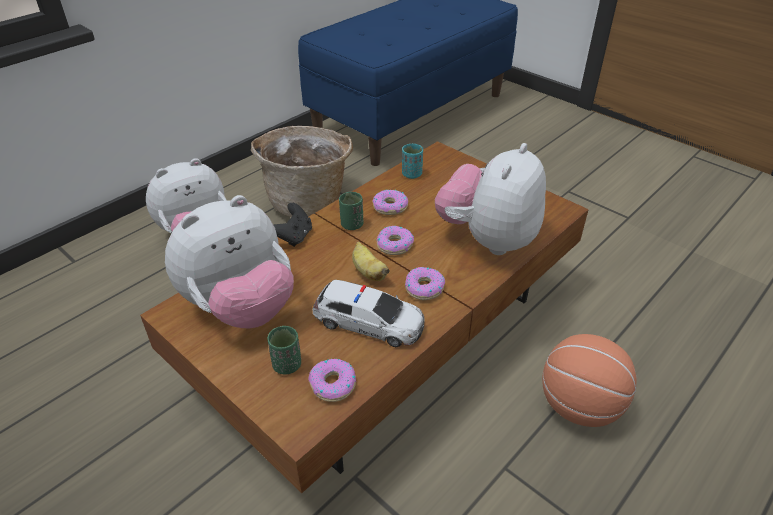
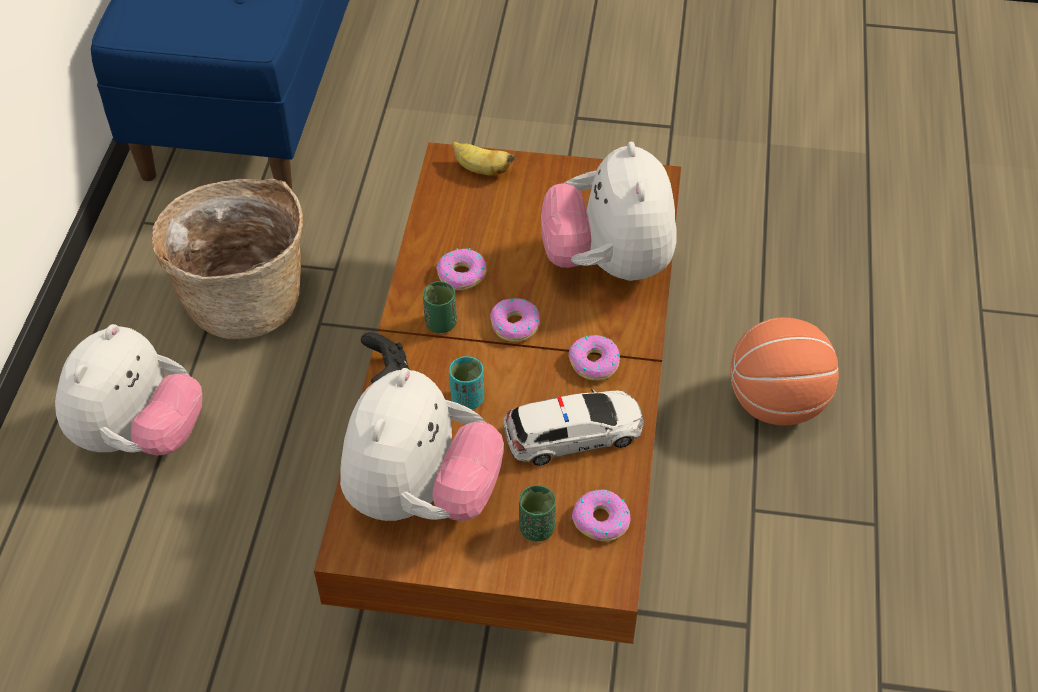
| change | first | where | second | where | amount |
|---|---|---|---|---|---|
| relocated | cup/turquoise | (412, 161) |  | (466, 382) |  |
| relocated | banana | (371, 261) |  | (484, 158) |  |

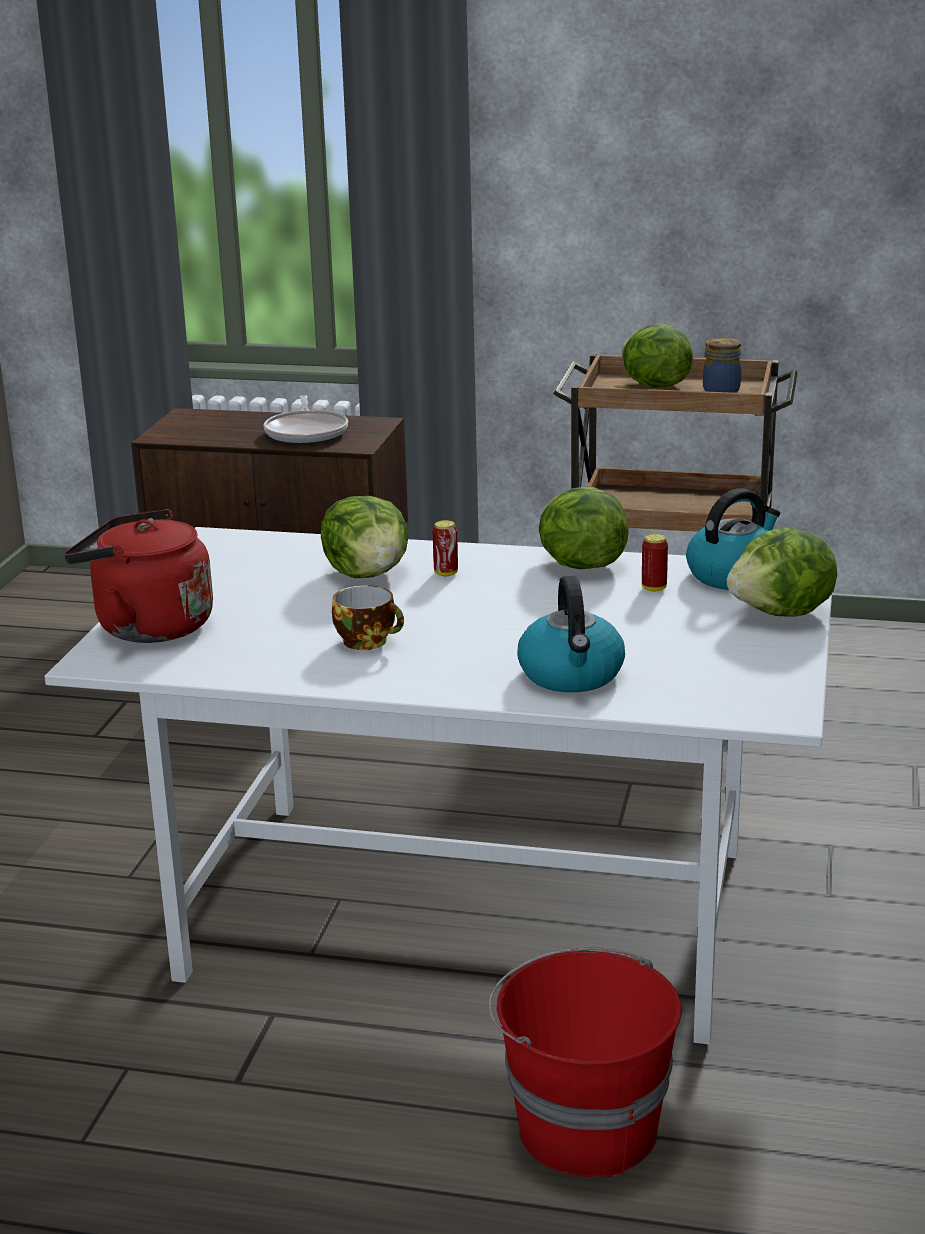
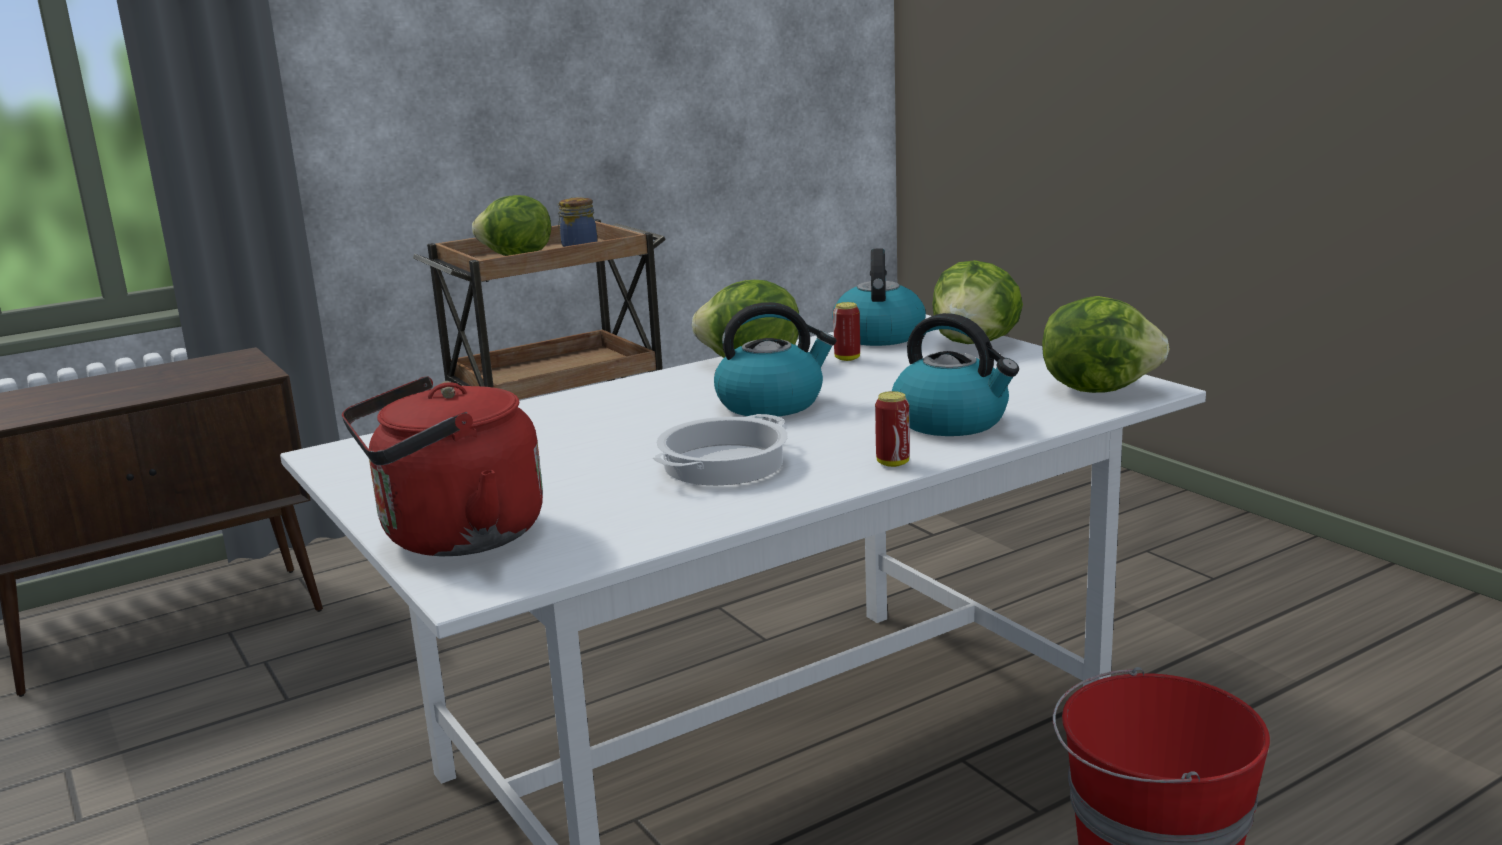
| change | first | where | second | where | amount |
|---|---|---|---|---|---|
| exchanged | cup | (368, 617) | cooking pot | (720, 449) |  |
| appeared |  |  | kettle | (775, 359) |  |
| relocated | can | (445, 548) |  | (892, 429) |  |
| relocated | lettuce | (365, 537) |  | (1106, 344) |  |
| missing | frying pan | (306, 419) |  |  |  |

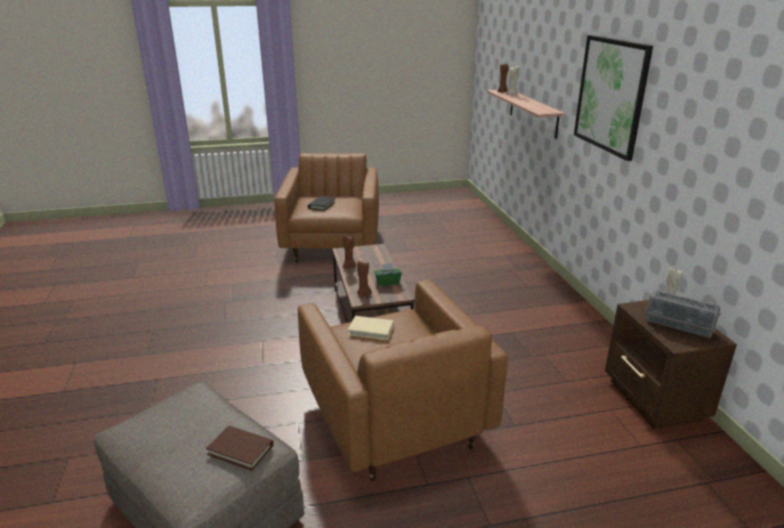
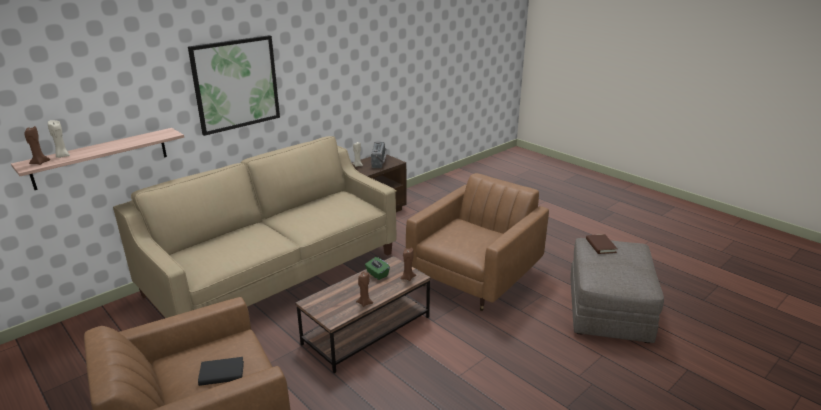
| change | first | where | second | where | amount |
|---|---|---|---|---|---|
| appeared |  |  | sofa/beige | (255, 227) |  |
| missing | book/beige | (371, 328) |  |  |  |

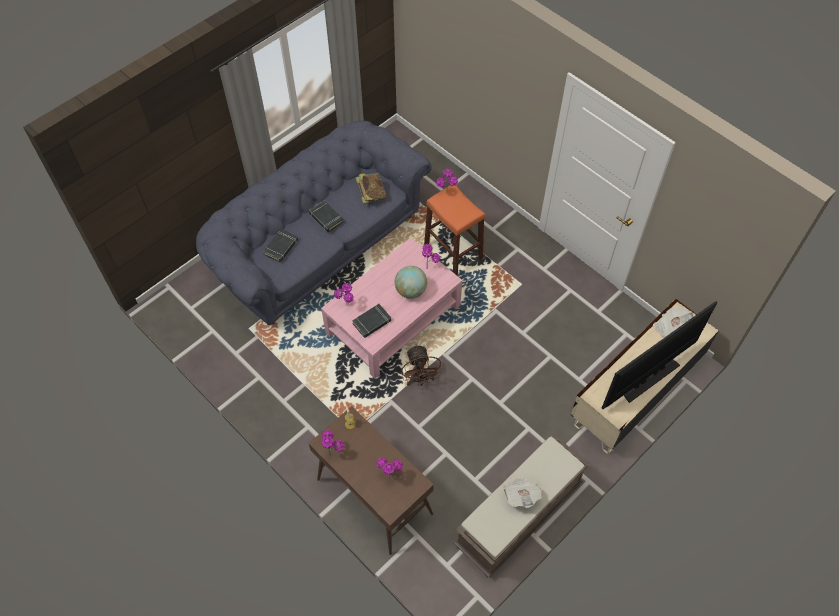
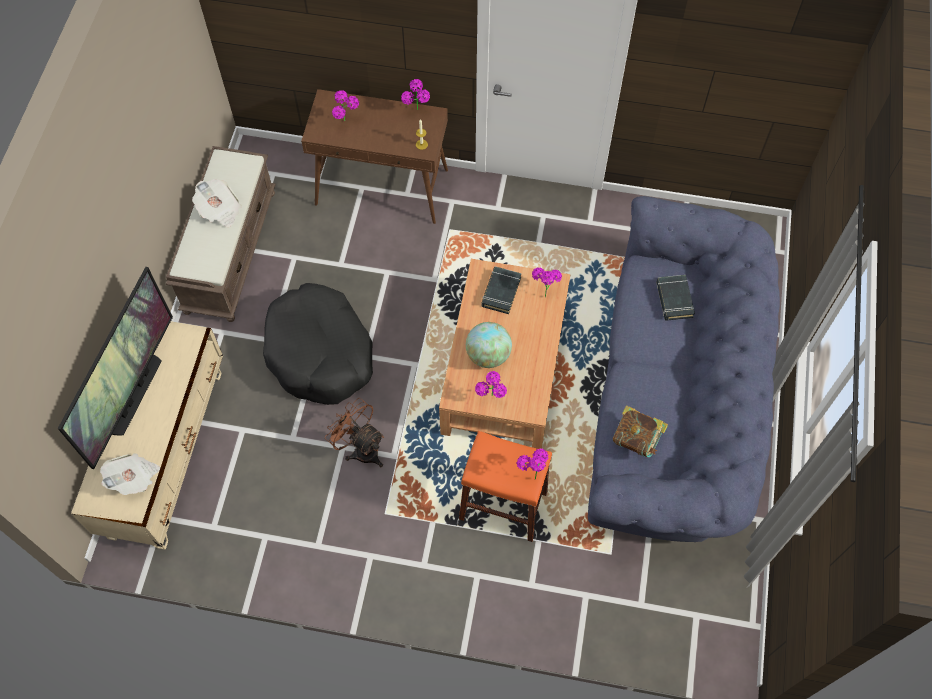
| change | first | where | second | where | amount |
|---|---|---|---|---|---|
| appeared |  |  | dog bed/black | (318, 344) |  |
| relocated | fan/brown | (422, 365) |  | (354, 432) |  |
| colour | coffee table/pink | (391, 308) | coffee table/brown | (505, 354) |  |
| missing | book/black | (326, 216) |  |  |  |

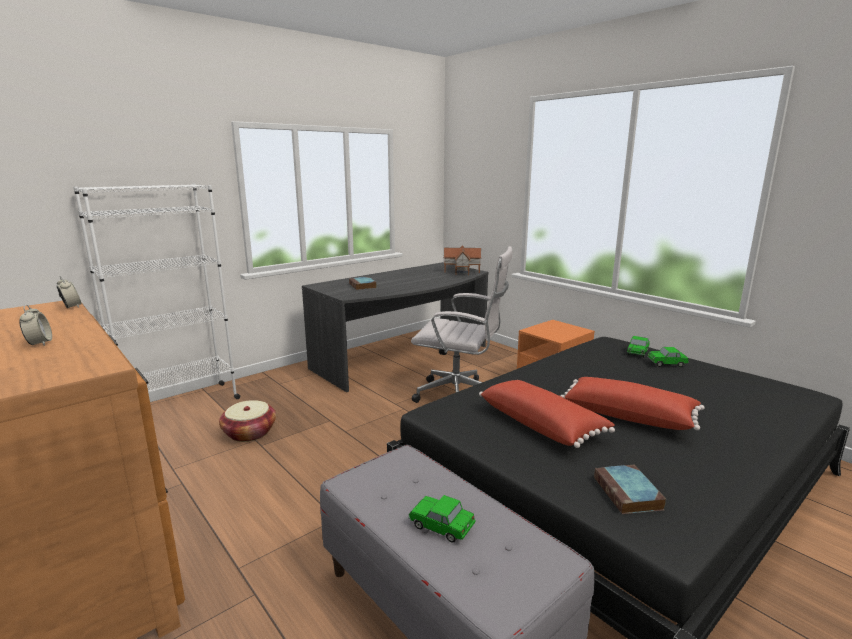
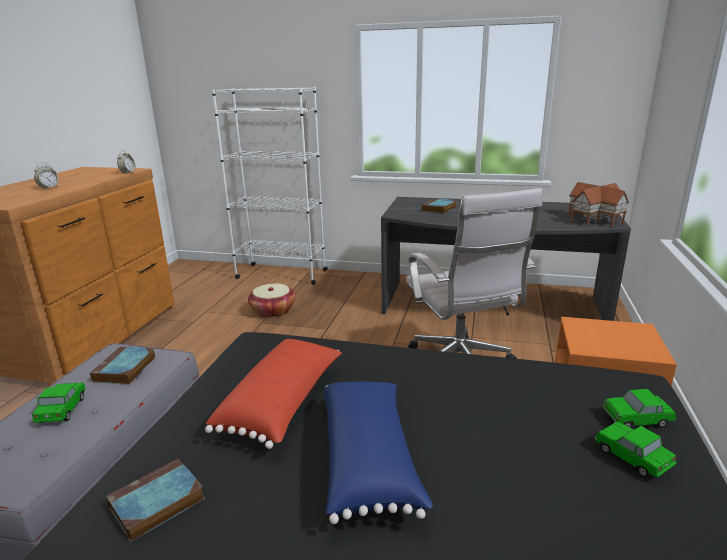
| change | first | where | second | where | amount |
|---|---|---|---|---|---|
| appeared |  |  | book | (123, 365) |  |
| colour | pillow/red | (632, 403) | pillow/blue | (378, 453) |  |

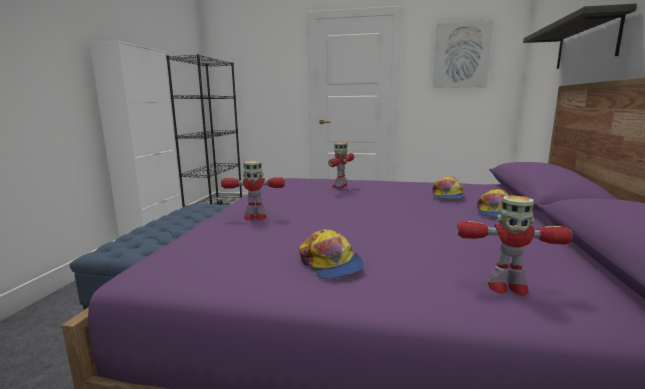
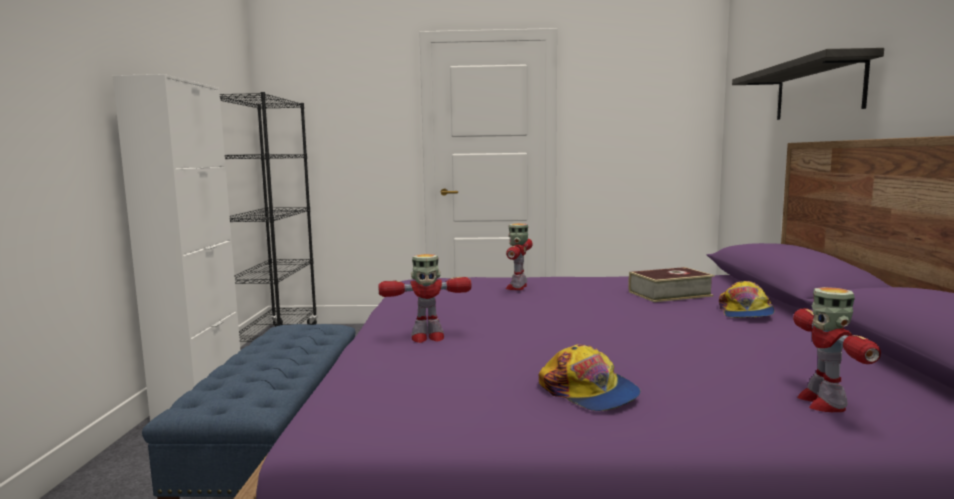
| change | first | where | second | where | amount |
|---|---|---|---|---|---|
| exchanged | cap | (448, 187) | book | (671, 284) |  |
| spun | toy robot | (515, 245) |  | (837, 349) | 90 degrees clockwise |
| missing | picture | (463, 54) |  |  |  |

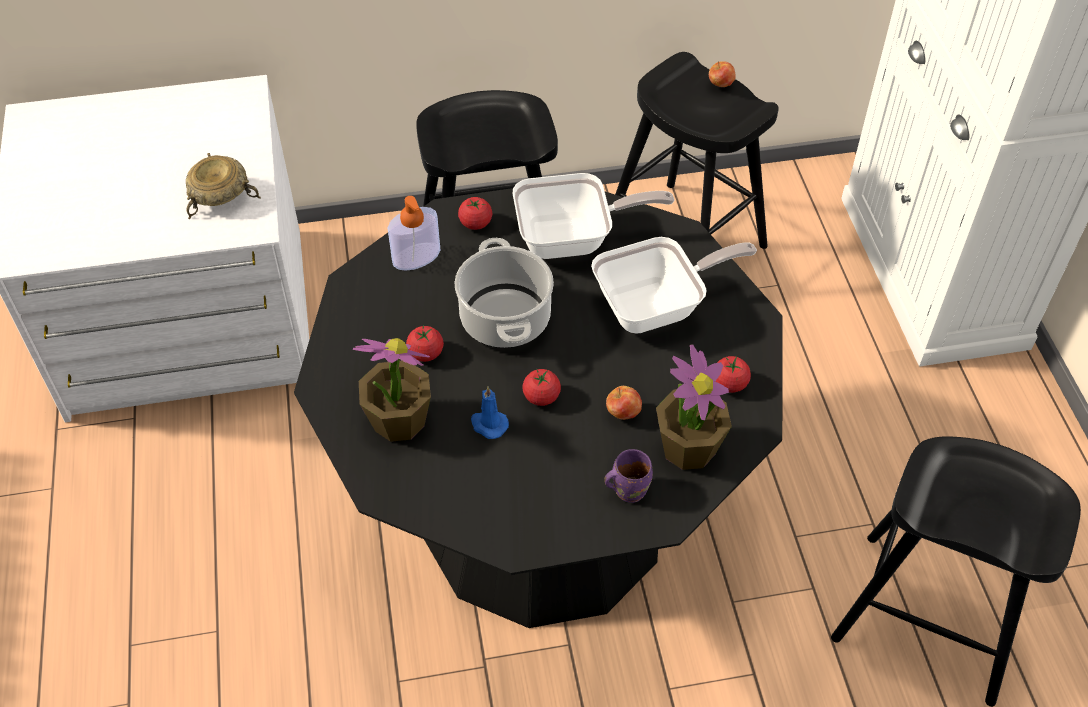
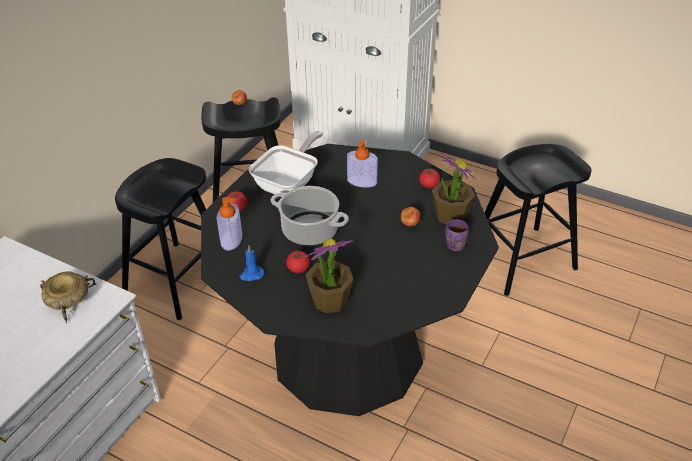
| change | first | where | second | where | amount |
|---|---|---|---|---|---|
| relocated | candle/blue | (490, 412) |  | (251, 263) |  |
| exchanged | frying pan | (674, 285) | soap dispenser | (362, 164) |  |
| missing | tomato | (542, 387) |  |  |  |

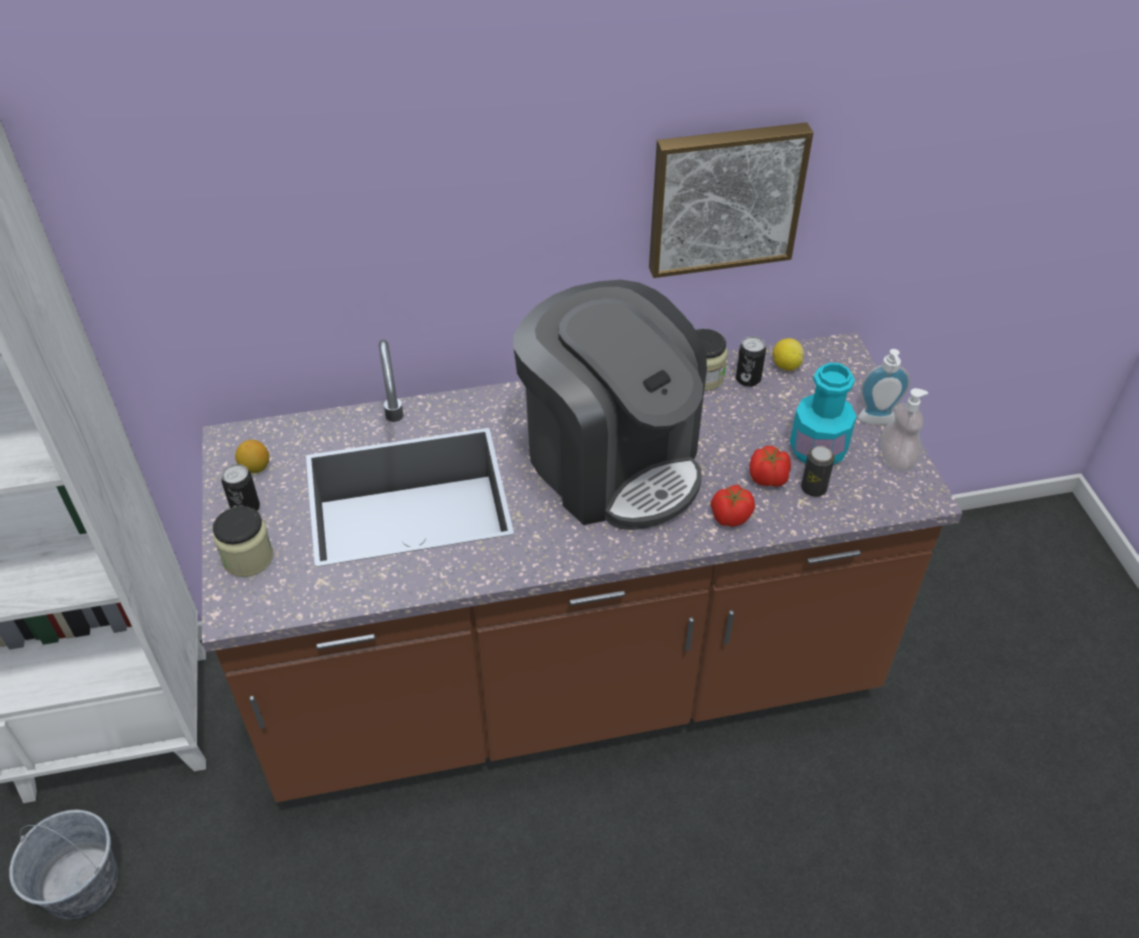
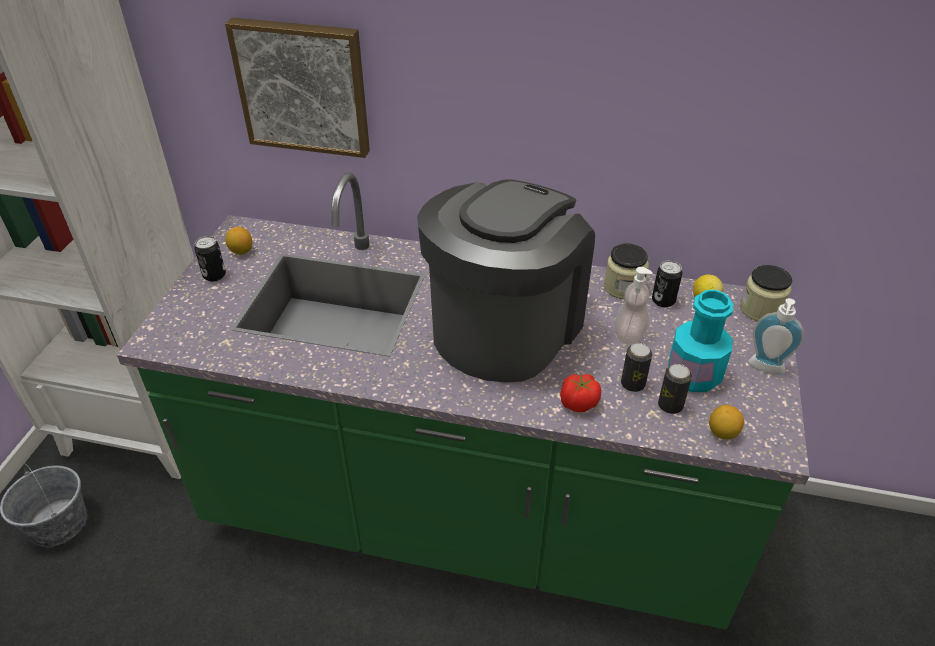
| change | first | where | second | where | amount |
|---|---|---|---|---|---|
| colour | counter/brown | (582, 567) | counter/green | (463, 401) |  |
| relocated | picture | (731, 200) |  | (297, 88) |  |
| spun | coffee machine | (610, 405) |  | (506, 280) | 135 degrees counterclockwise |
| relocated | soap dispenser | (904, 429) |  | (634, 306) |  |
| exchanged | tomato | (770, 466) | can | (636, 367) |  |
| appeared |  |  | lemon | (726, 422) |  |
| relocated | jar | (243, 541) |  | (766, 293) |  |

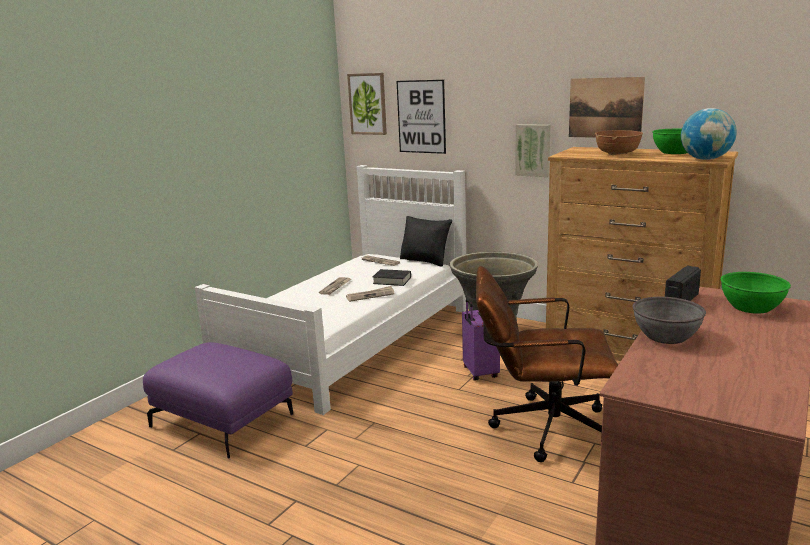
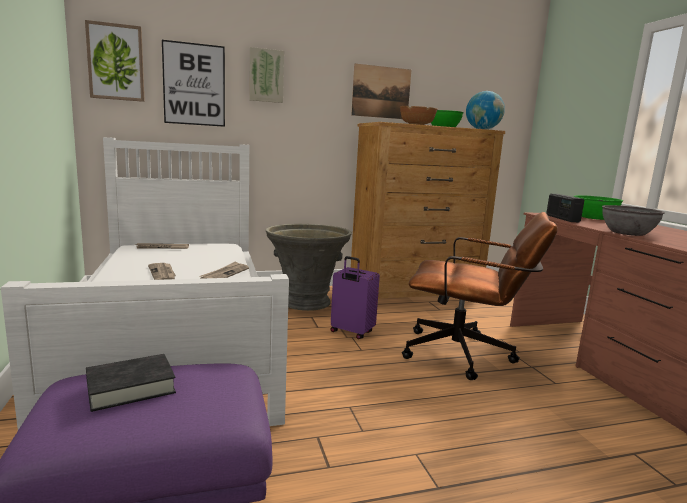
| change | first | where | second | where | amount |
|---|---|---|---|---|---|
| relocated | book/black | (392, 277) |  | (131, 383) |  |
| relocated | picture | (532, 150) |  | (266, 75) |  |
| spun | office chair/brown | (547, 364) |  | (480, 296) | 120 degrees counterclockwise |
| missing | pillow/black | (426, 241) |  |  |  |

